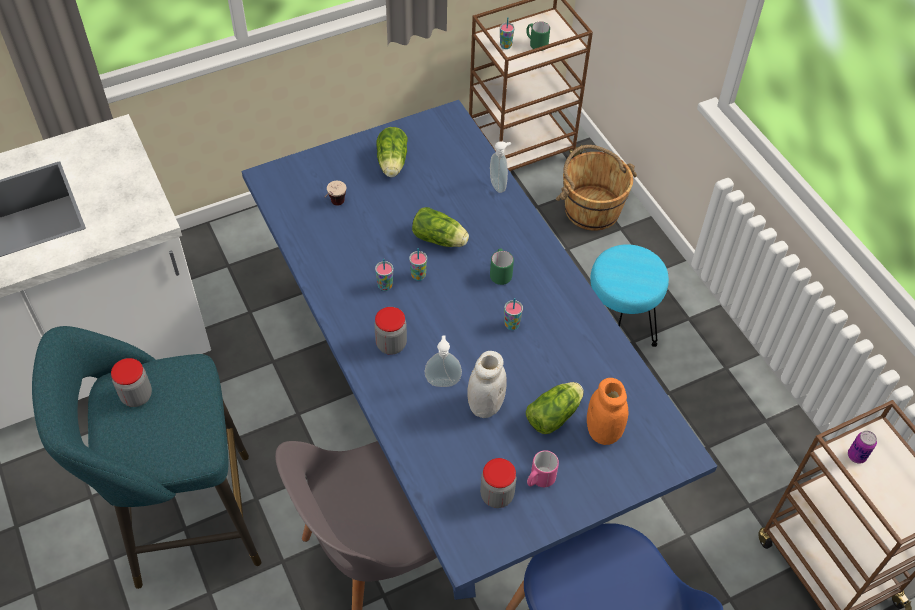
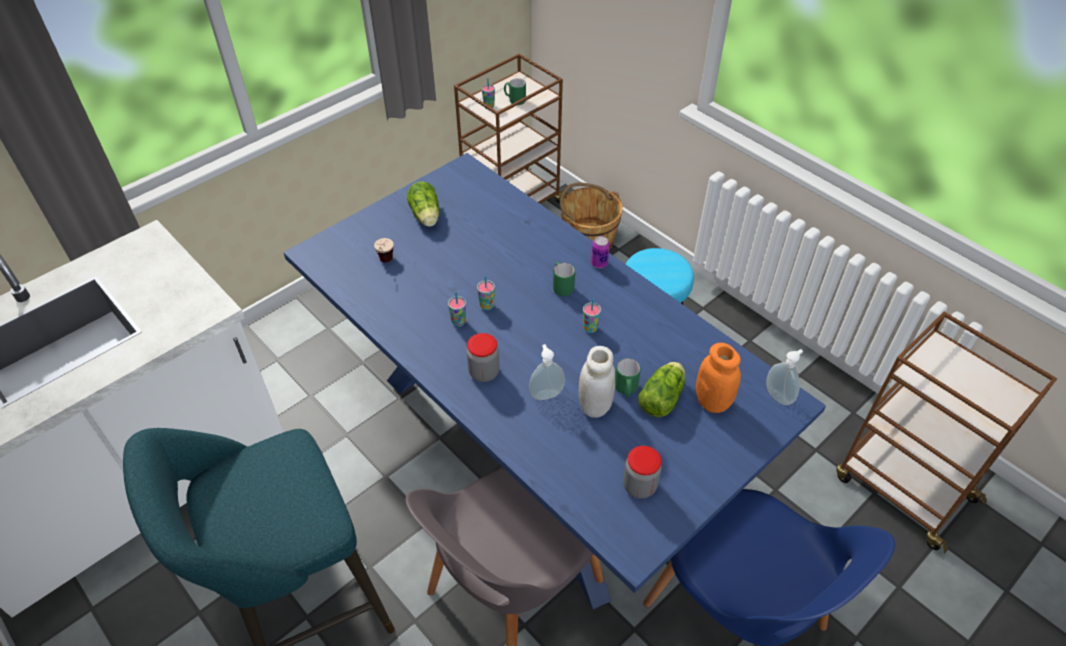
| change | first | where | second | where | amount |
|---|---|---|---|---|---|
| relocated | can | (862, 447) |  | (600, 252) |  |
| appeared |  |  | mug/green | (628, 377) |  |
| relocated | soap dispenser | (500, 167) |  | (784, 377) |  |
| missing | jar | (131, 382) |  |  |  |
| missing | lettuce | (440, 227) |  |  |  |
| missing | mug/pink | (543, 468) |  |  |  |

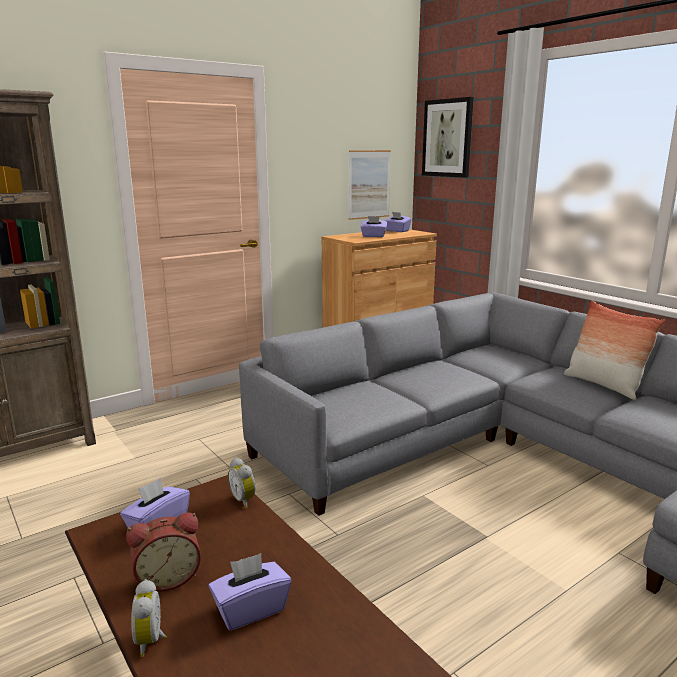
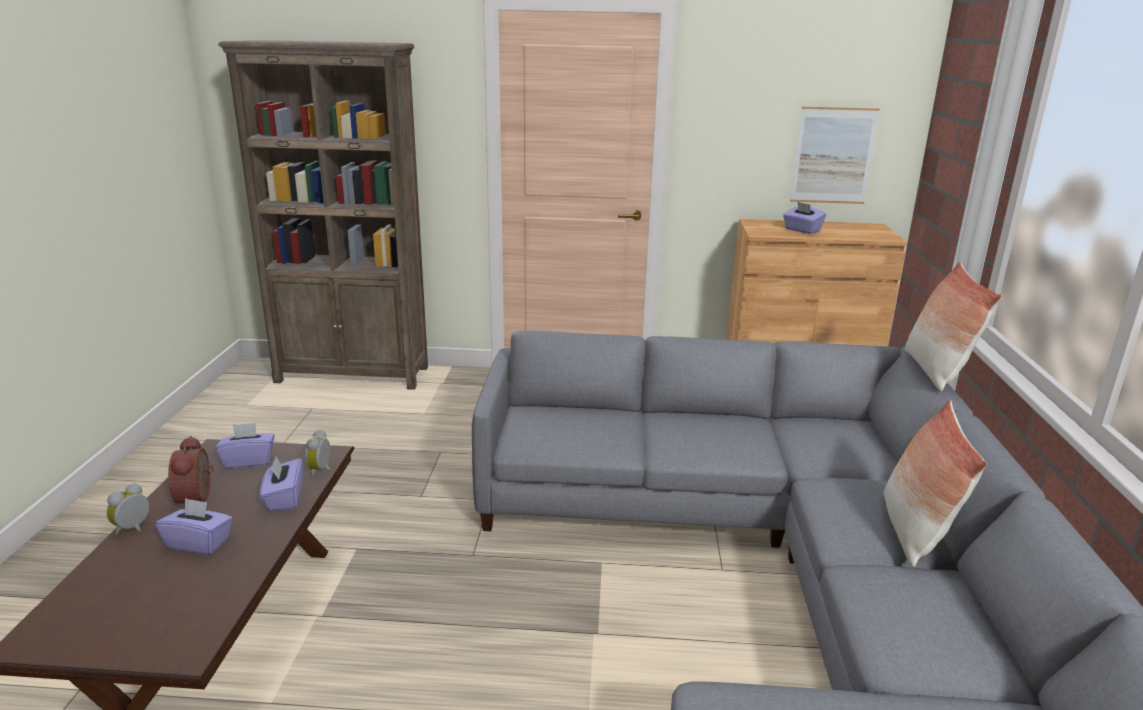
| change | first | where | second | where | amount |
|---|---|---|---|---|---|
| spun | alarm clock | (163, 552) |  | (191, 470) | 60 degrees clockwise |
| relocated | tissue box/purple | (398, 222) |  | (281, 483) |  |
| appeared |  |  | pillow | (953, 326) |  |
| missing | picture | (448, 137) |  |  |  |

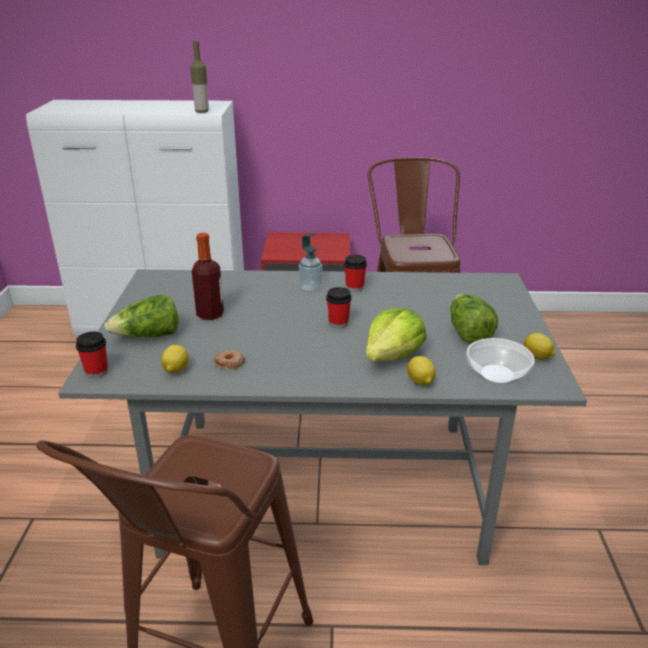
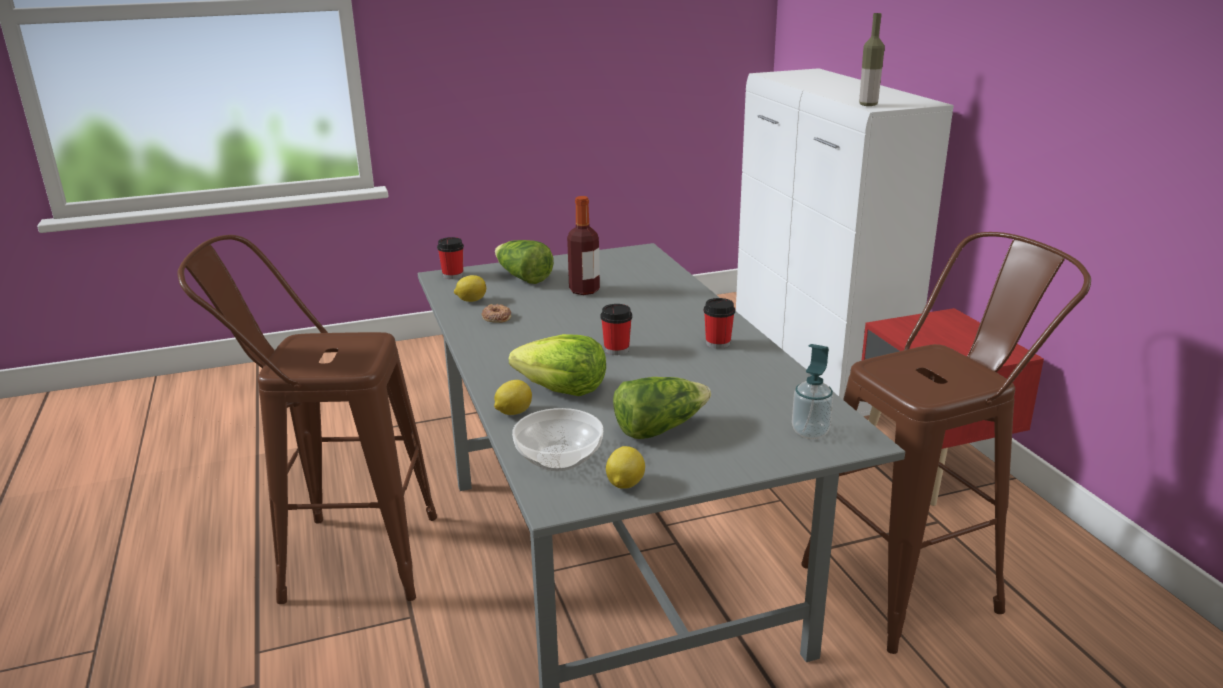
| change | first | where | second | where | amount |
|---|---|---|---|---|---|
| relocated | soap dispenser | (310, 262) |  | (813, 391) |  |

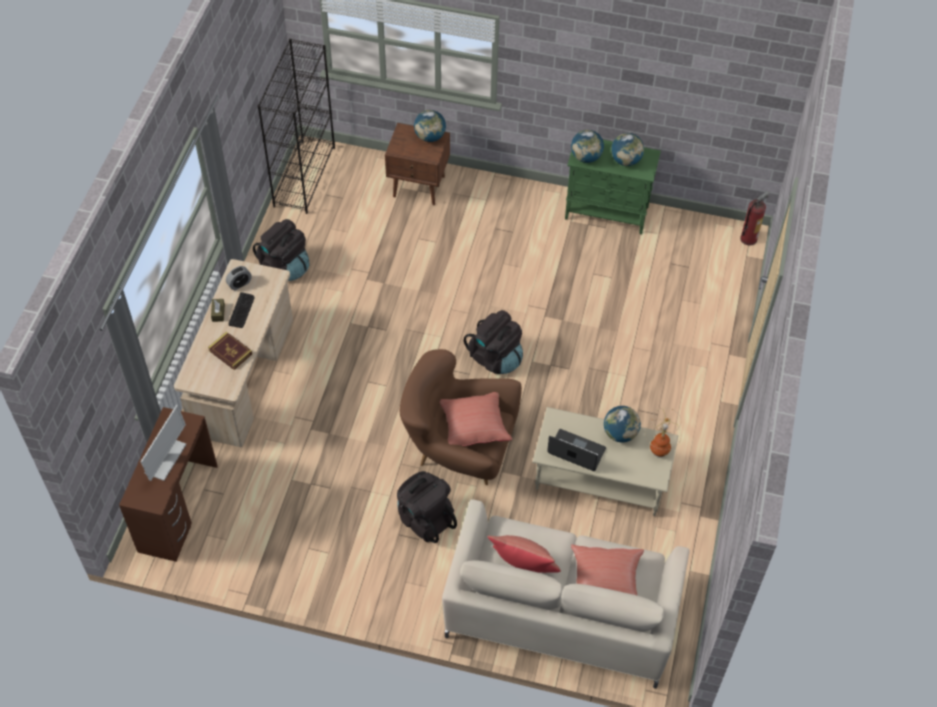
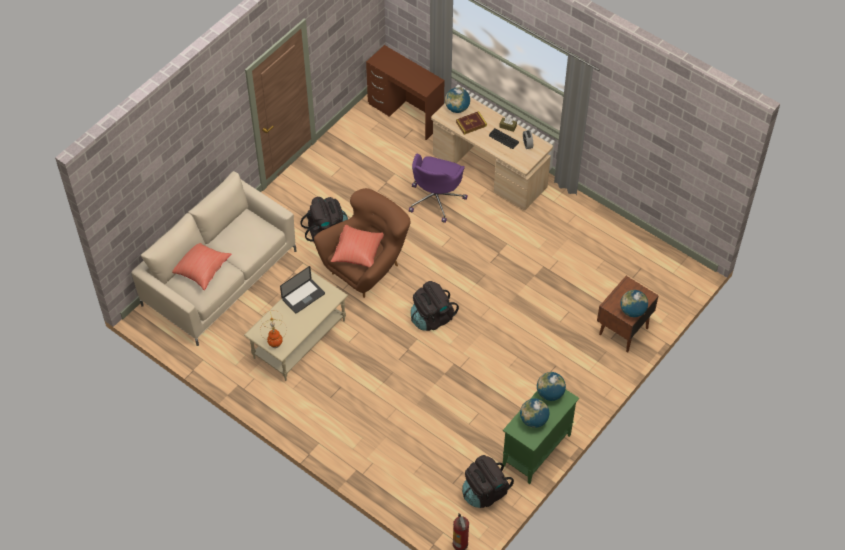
| change | first | where | second | where | amount |
|---|---|---|---|---|---|
| appeared |  |  | office chair/purple | (438, 188) |  |
| relocated | globe | (622, 424) |  | (457, 100) |  |
| relocated | backpack/black | (281, 250) |  | (488, 481) |  |
| missing | monitor | (163, 443) |  |  |  |
| missing | bookcase/black | (296, 126) |  |  |  |
| missing | pillow/red | (524, 554) |  |  |  |

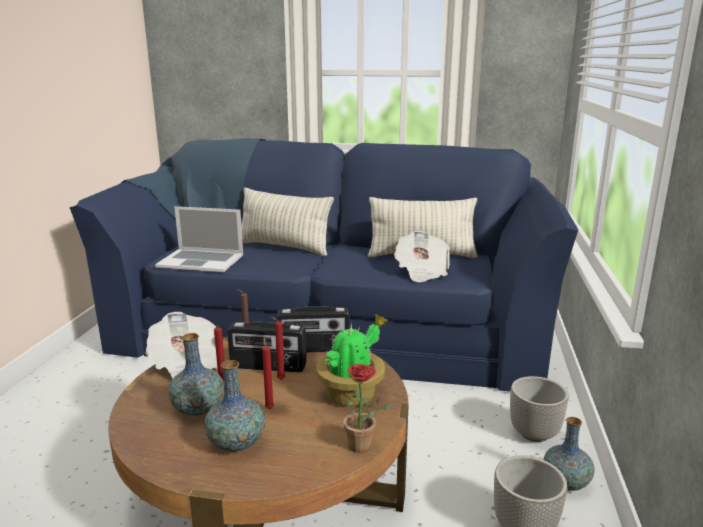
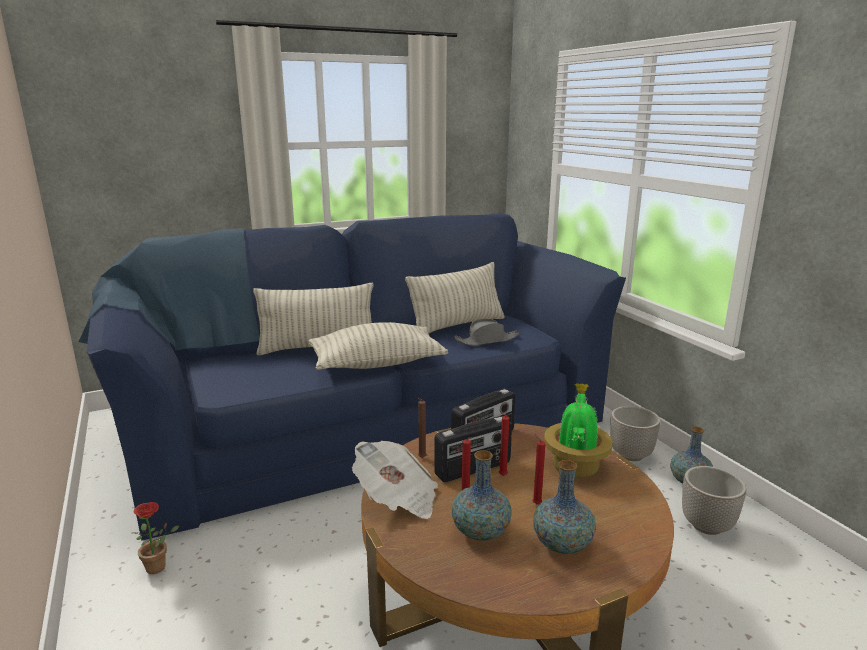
| change | first | where | second | where | amount |
|---|---|---|---|---|---|
| relocated | potted plant | (366, 408) |  | (156, 538) |  |
| appeared |  |  | pillow | (378, 346) |  |
| exchanged | newspaper | (422, 256) | hat/grey | (487, 332) |  |
| missing | laptop | (199, 239) |  |  |  |

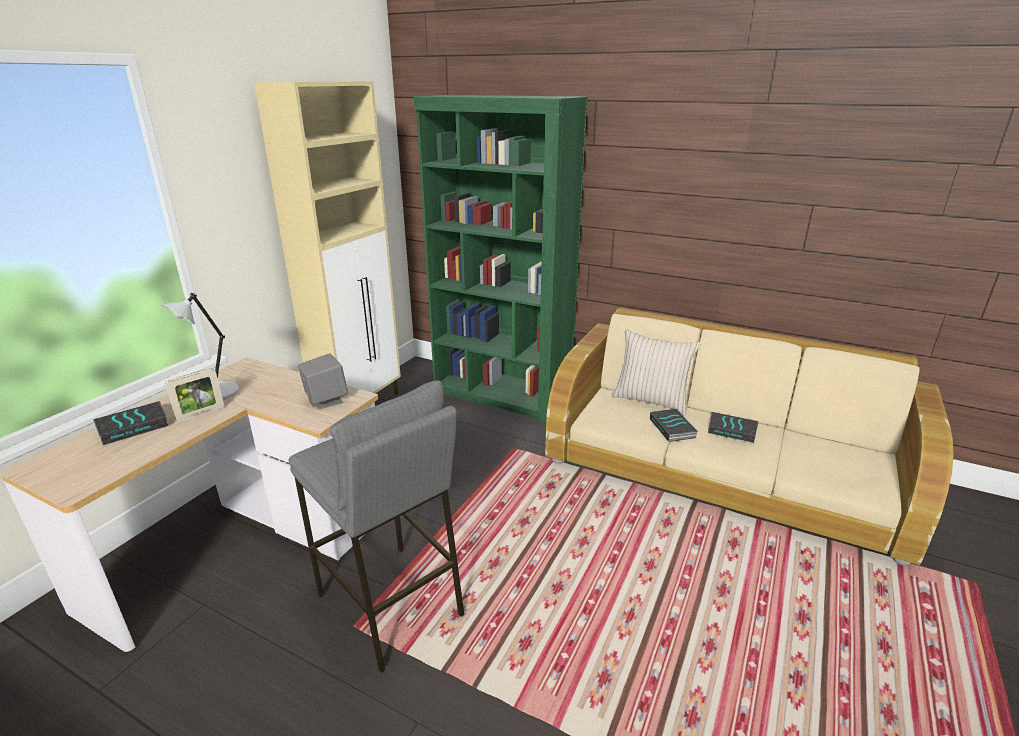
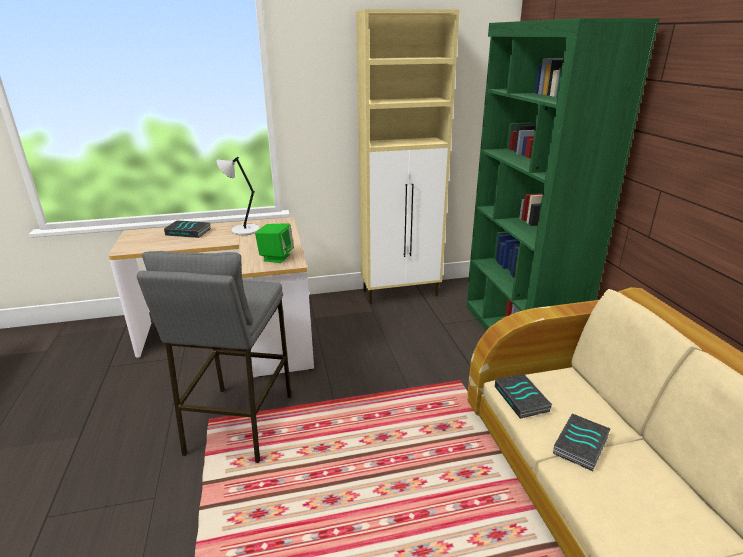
| change | first | where | second | where | amount |
|---|---|---|---|---|---|
| colour | speaker/grey | (323, 381) | speaker/green | (274, 243) |  |
| relocated | book | (733, 427) |  | (523, 396) |  |
| missing | picture frame | (194, 395) |  |  |  |
| missing | pillow/beige | (656, 372) |  |  |  |

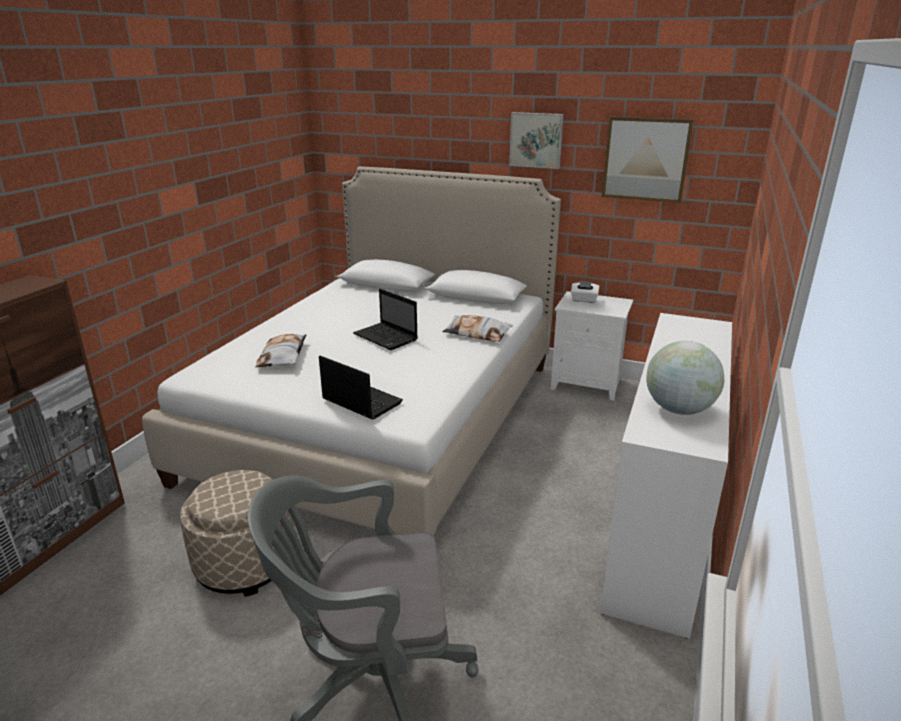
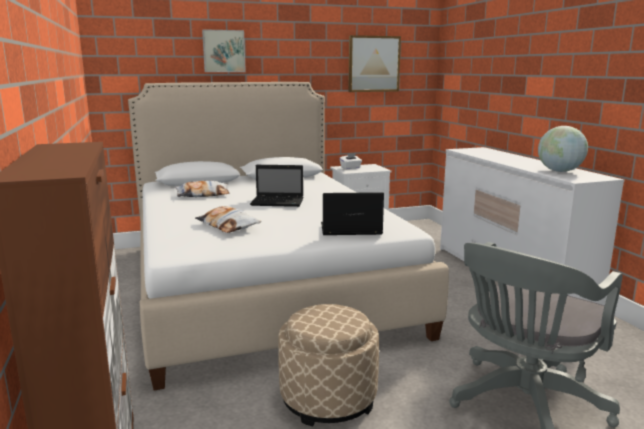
| change | first | where | second | where | amount |
|---|---|---|---|---|---|
| relocated | pillow | (477, 328) |  | (202, 189) |  |
| relocated | picture | (536, 140) |  | (224, 50) |  |

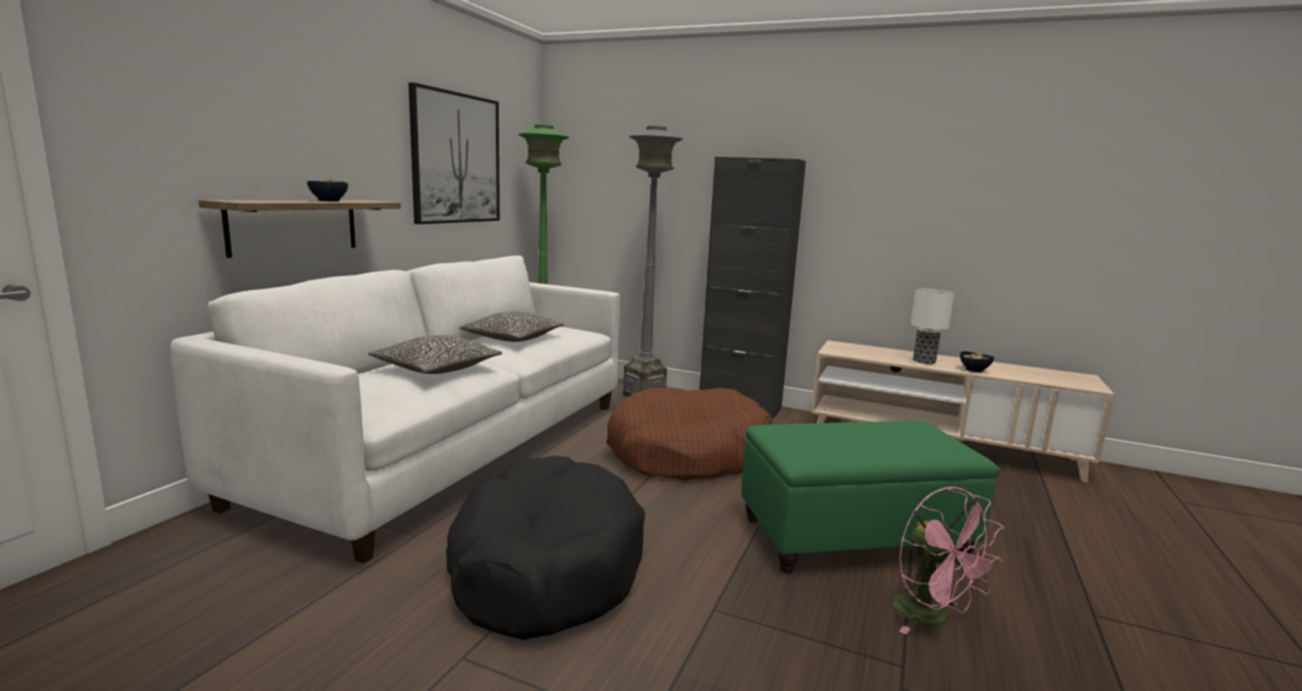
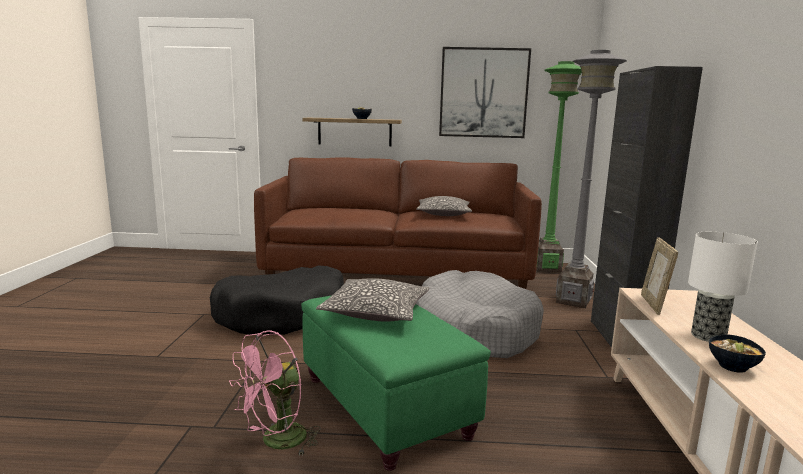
| change | first | where | second | where | amount |
|---|---|---|---|---|---|
| colour | sofa/white | (395, 409) | sofa/brown | (398, 223) |  |
| relocated | pillow | (435, 354) |  | (372, 299) |  |
| colour | dog bed/brown | (689, 434) | dog bed/grey | (480, 314) |  |
| appeared |  |  | picture frame | (659, 276) |  |

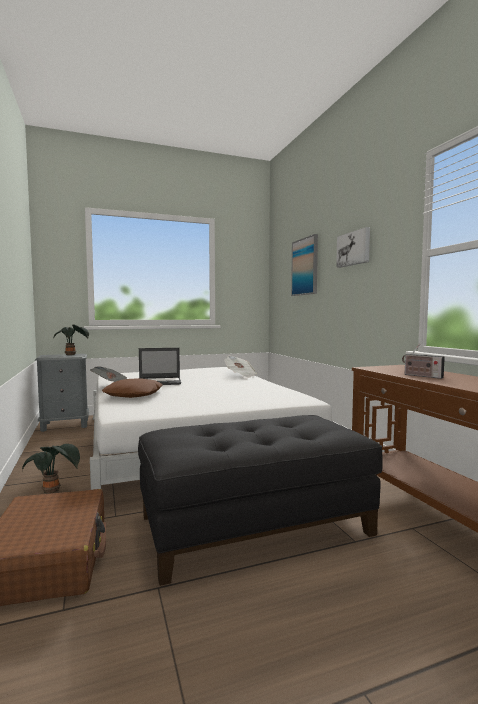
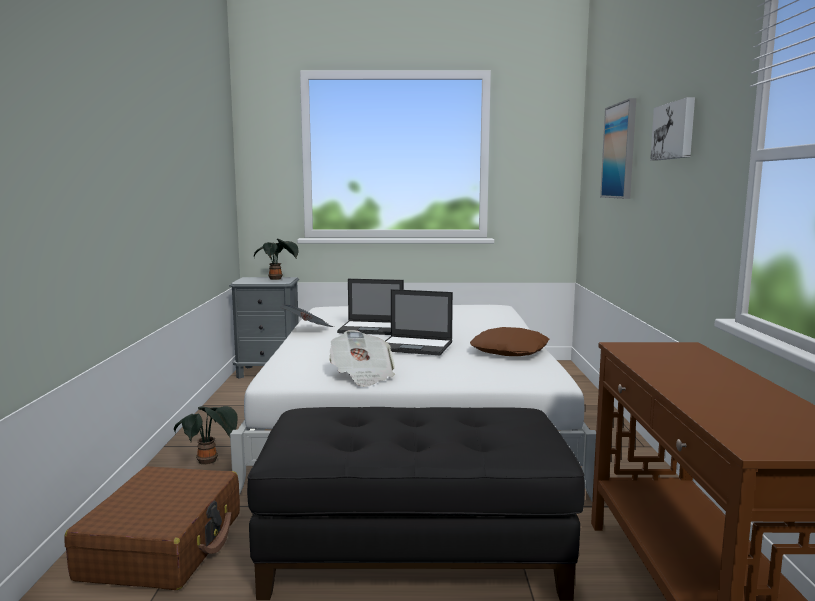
| change | first | where | second | where | amount |
|---|---|---|---|---|---|
| relocated | newspaper | (240, 367) |  | (362, 358) |  |
| appeared |  |  | laptop | (419, 322) |  |
| relocated | pillow/brown | (132, 388) |  | (509, 341) |  |
| missing | radio | (423, 361) |  |  |  |

